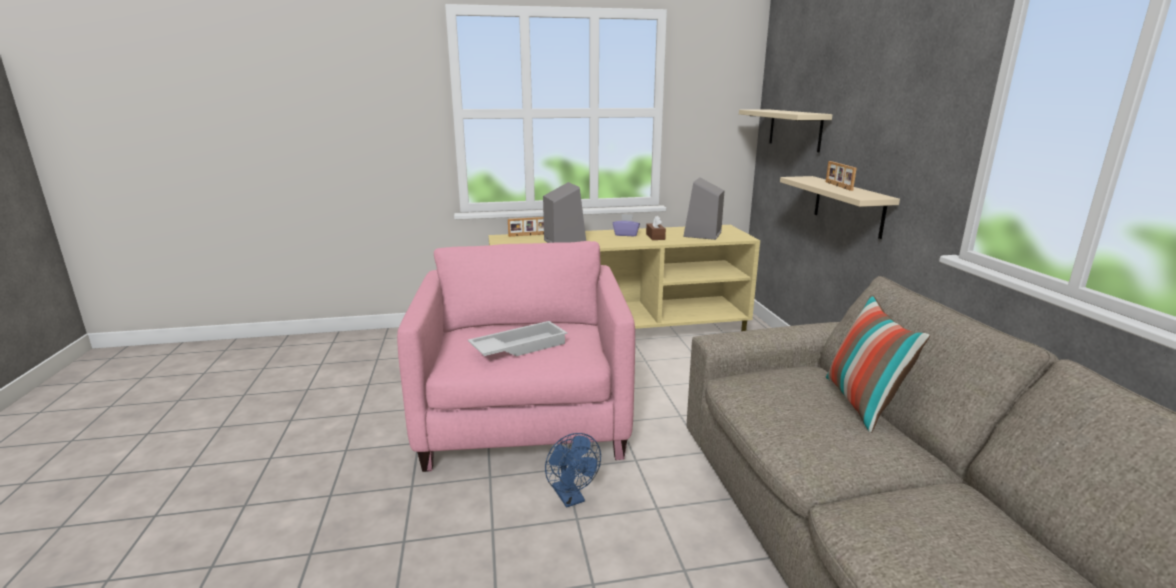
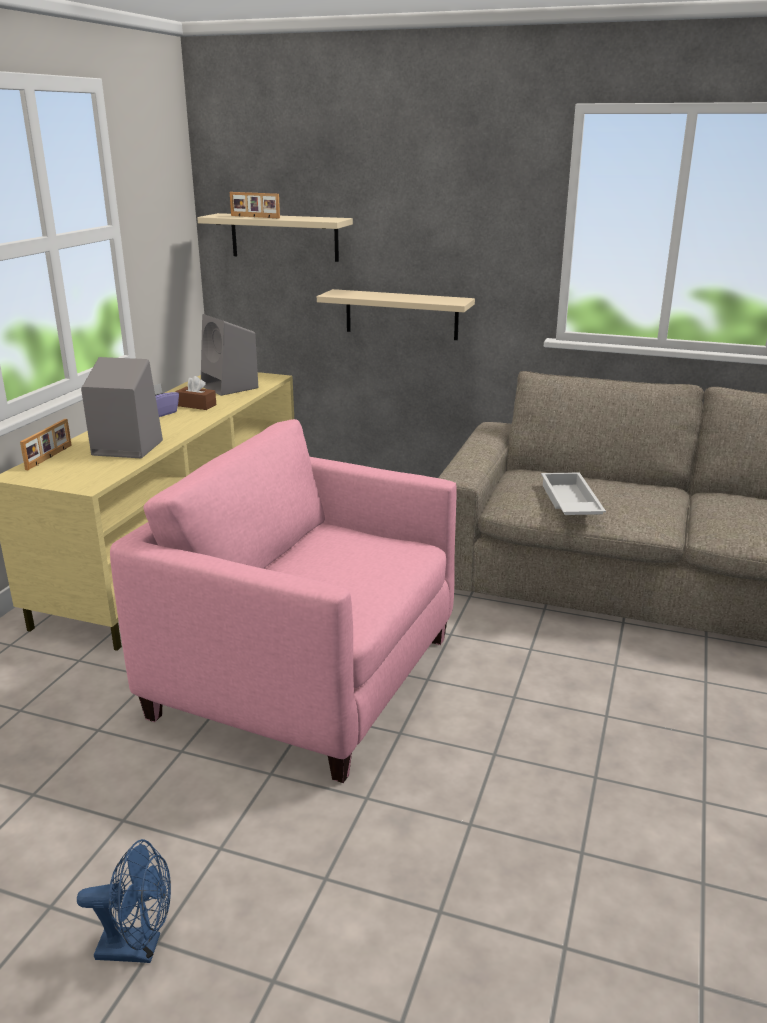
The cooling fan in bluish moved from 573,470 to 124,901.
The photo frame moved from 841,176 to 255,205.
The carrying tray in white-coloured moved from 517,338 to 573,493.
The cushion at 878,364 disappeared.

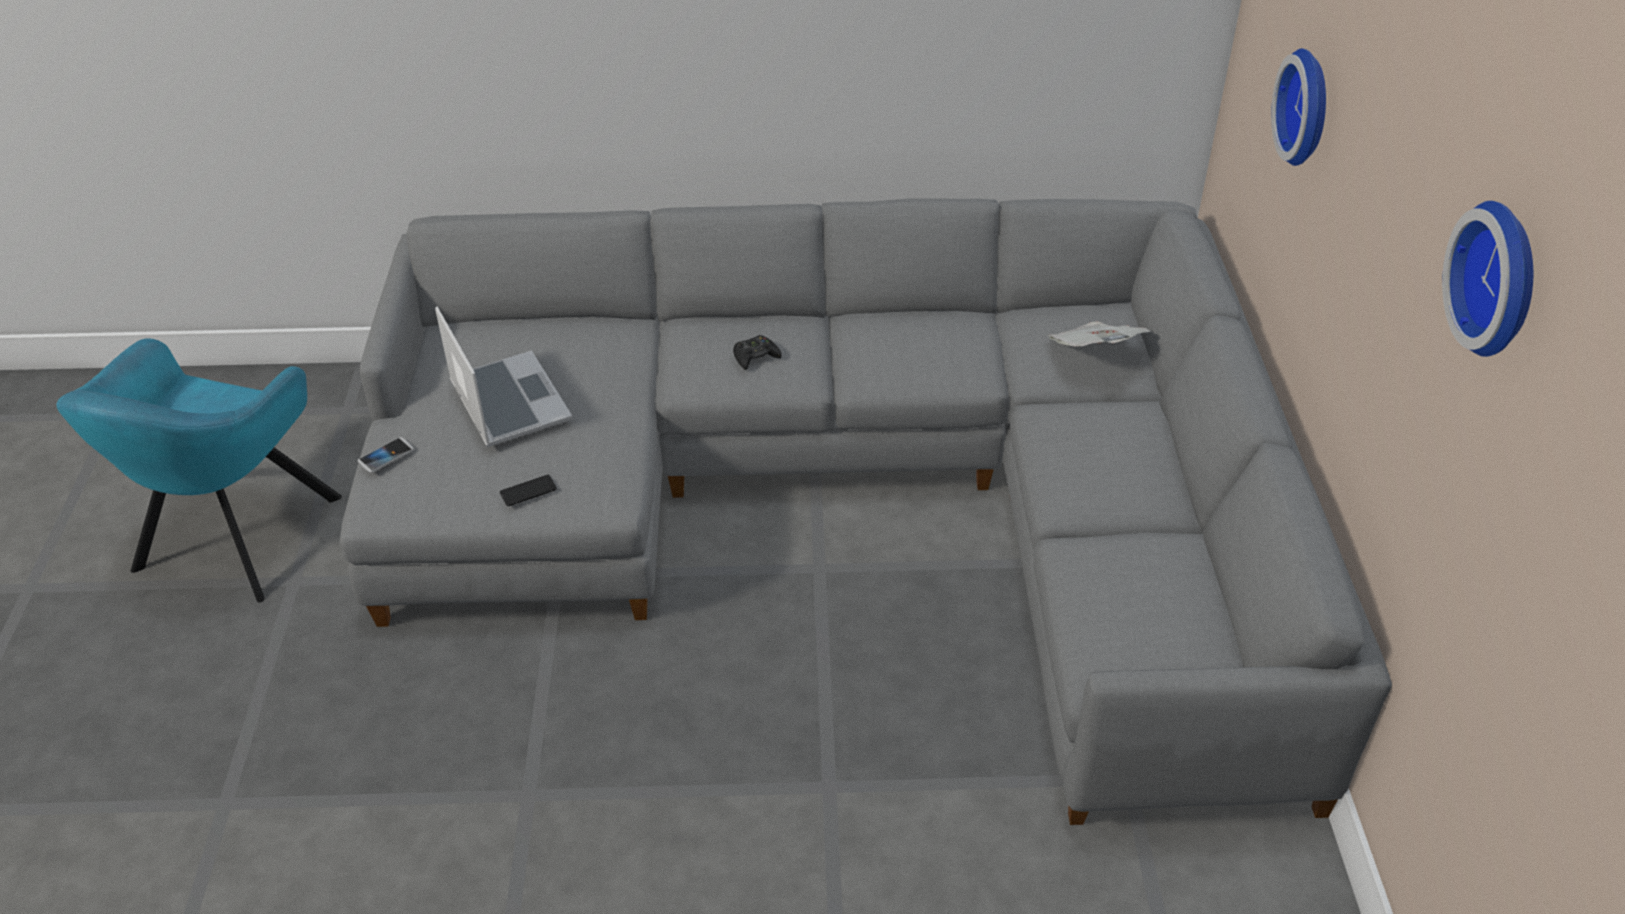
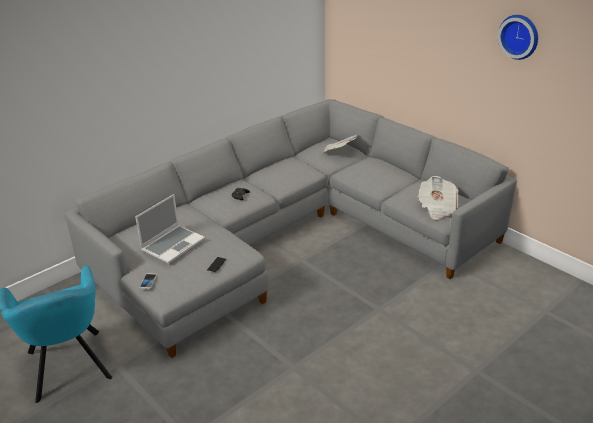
The portable computer at 504,376 turned 105 degrees clockwise.
The newspaper at 438,198 appeared.
The hanging clock at 1298,107 disappeared.

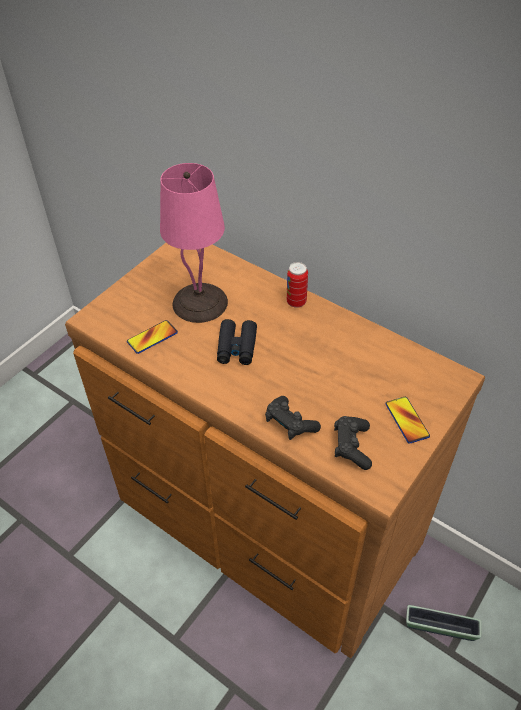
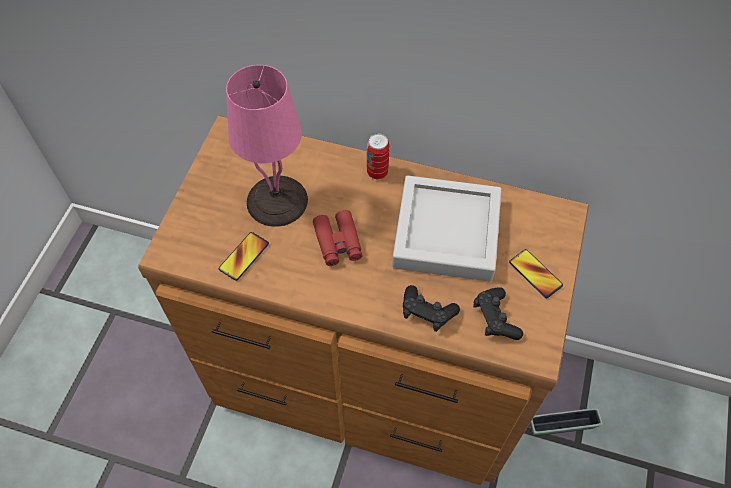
The binoculars in blackish at 237,342 became the binoculars in reddish at 338,238.
The carrying tray in greyish at 447,228 appeared.

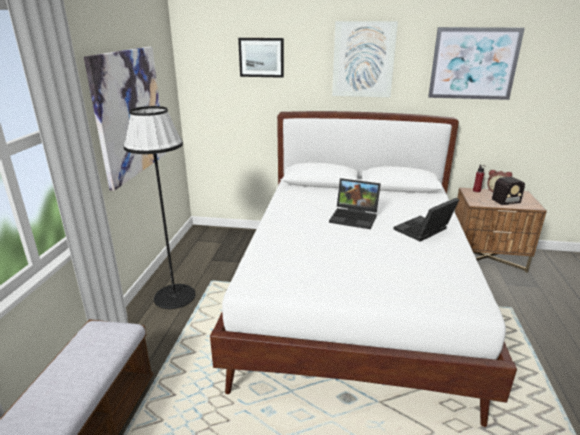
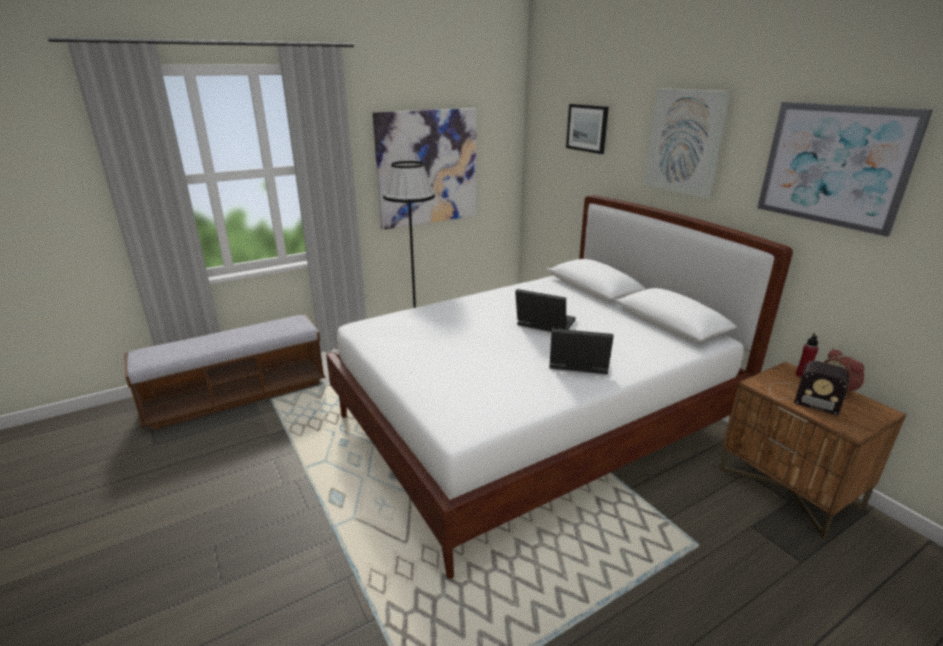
The portable computer at 355,203 turned 135 degrees clockwise.

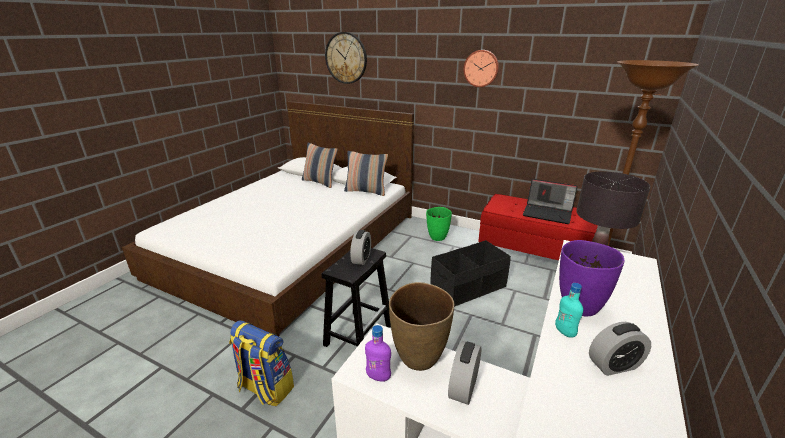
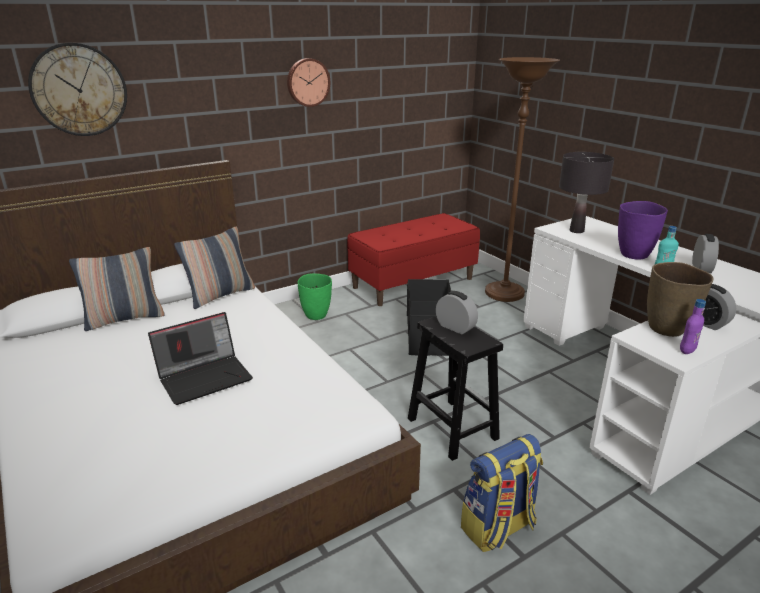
The portable computer moved from 550,201 to 200,358.

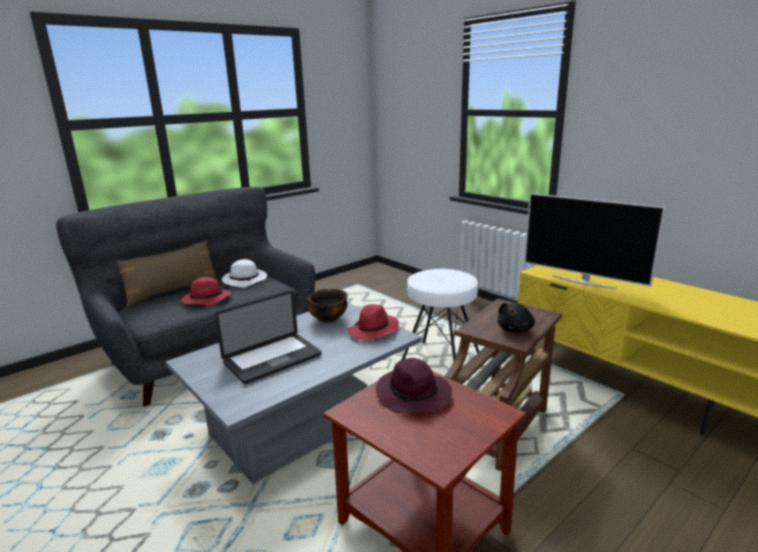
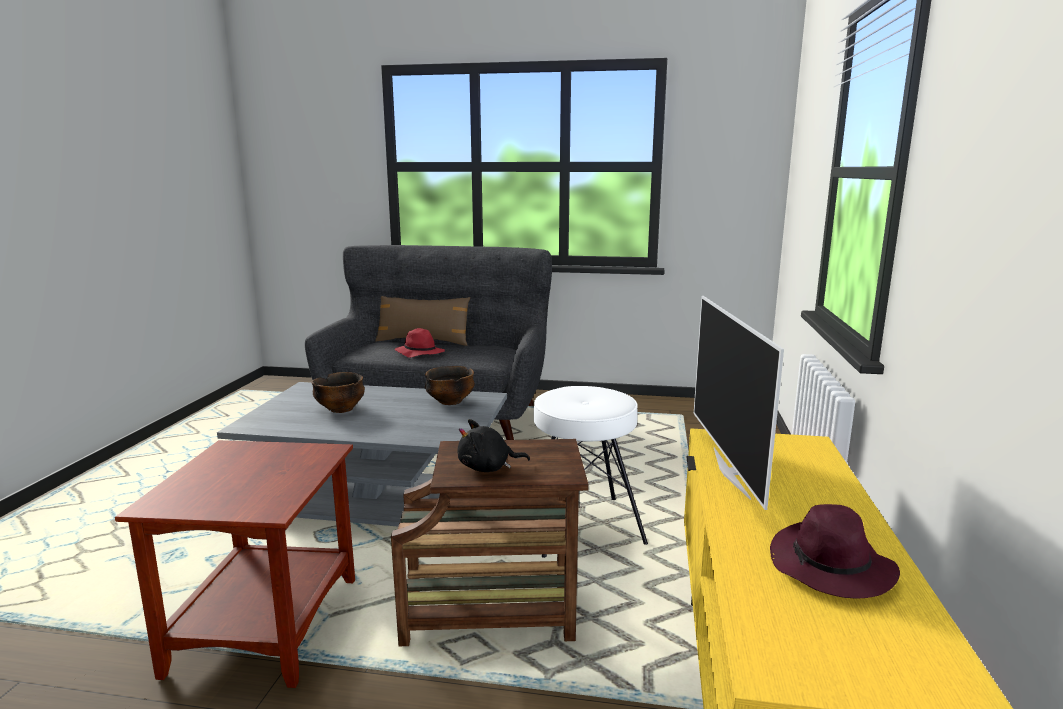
The portable computer at 268,337 was replaced by the deep dish at 338,392.
The hat in purple moved from 414,386 to 835,551.
The hat in white-coloured at 244,273 disappeared.
The hat in reddish at 373,322 disappeared.

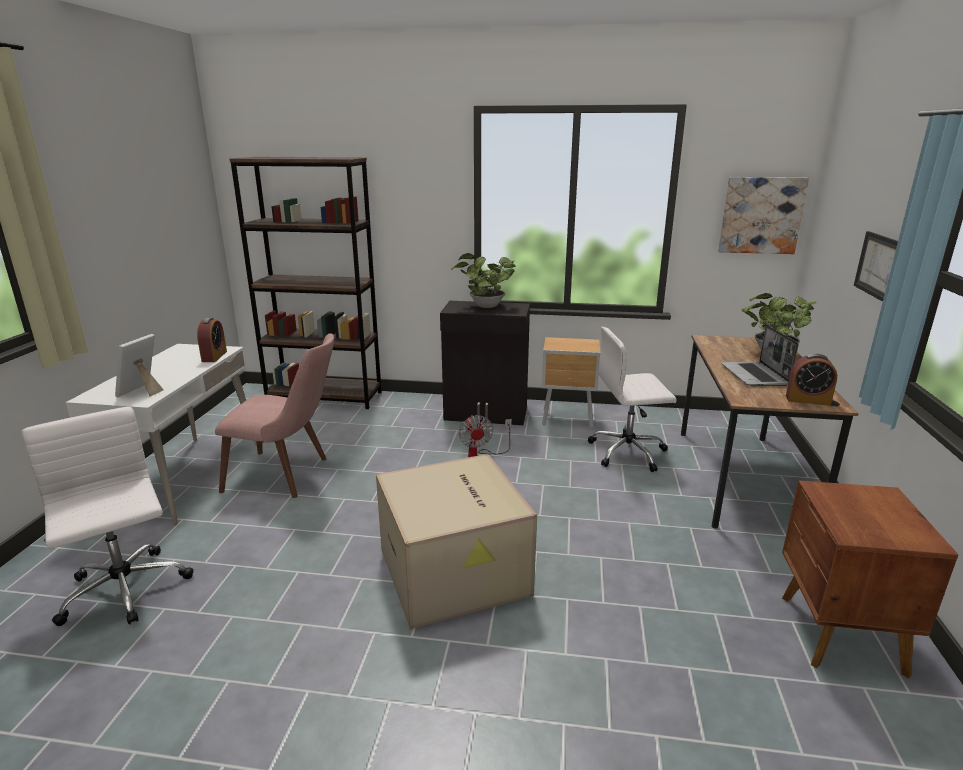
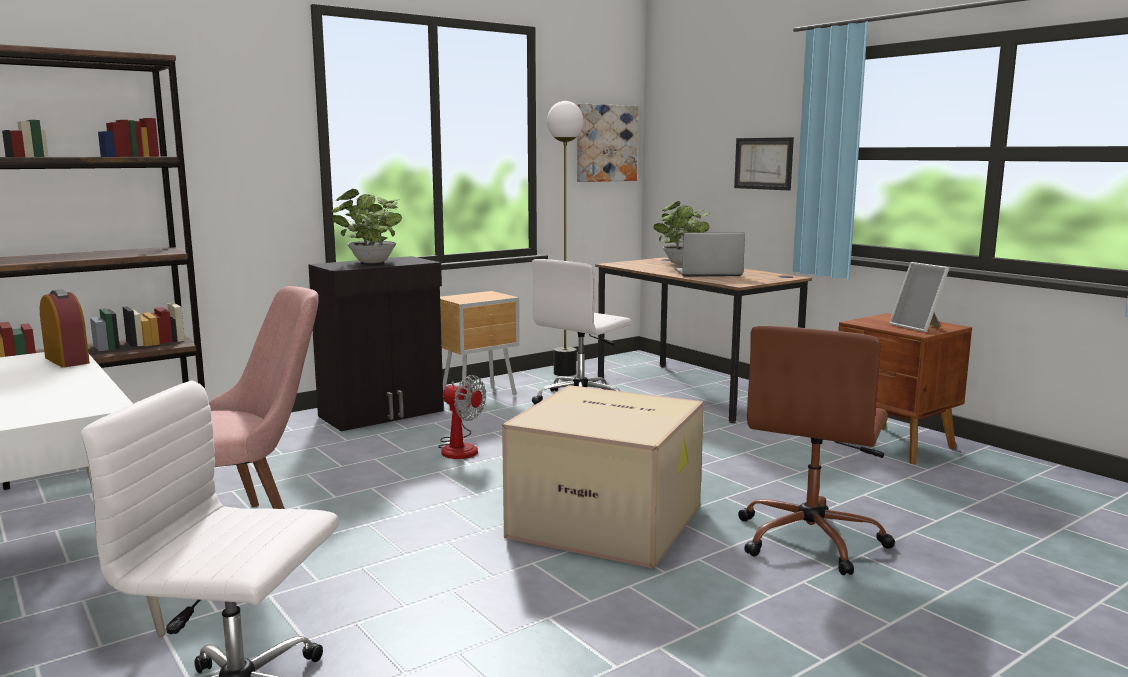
The floor lamp at 565,238 appeared.
The portable computer at 760,355 turned 135 degrees clockwise.
The computer chair in brown at 816,450 appeared.
The photo frame moved from 139,365 to 919,297.
The bedside clock at 811,380 disappeared.

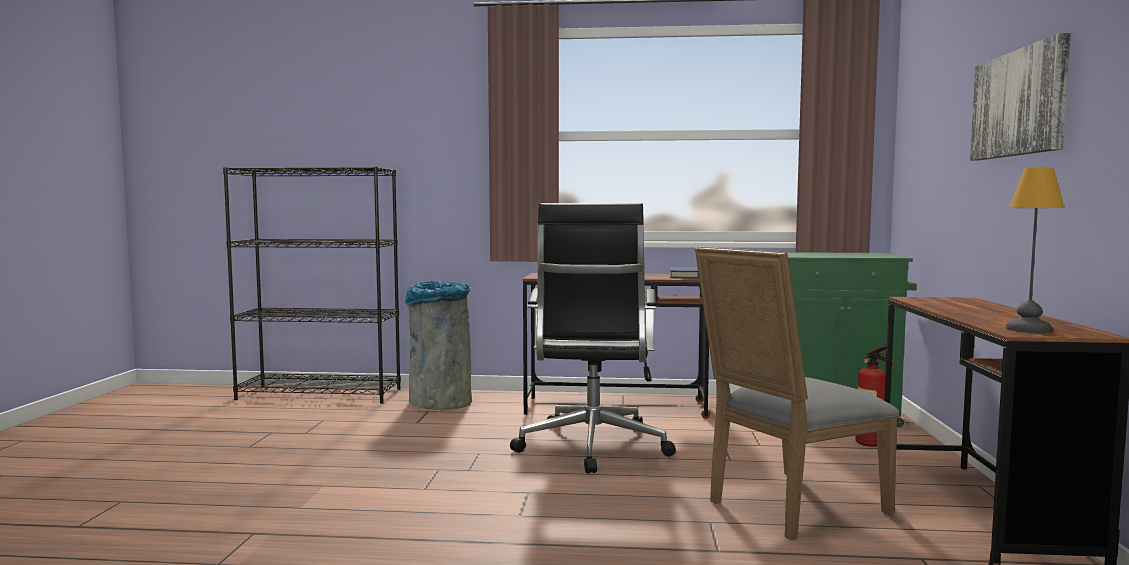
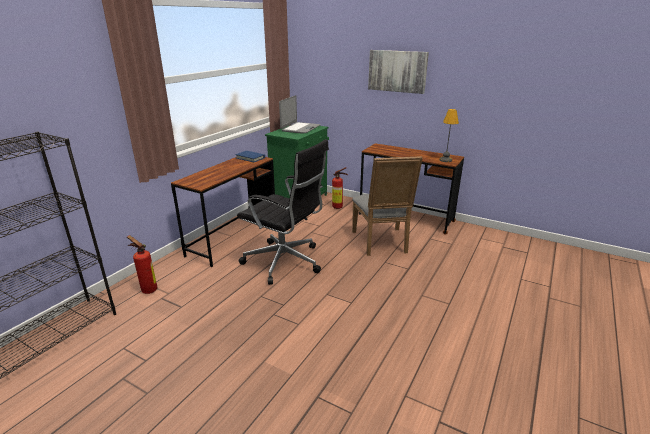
The waste bin in greyish at 438,345 was replaced by the extinguisher at 142,264.
The portable computer at 300,114 appeared.

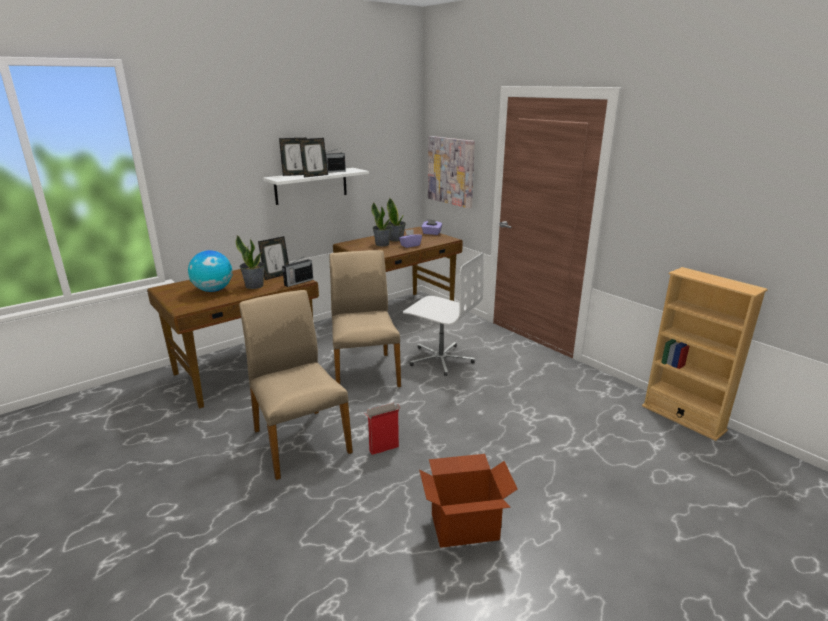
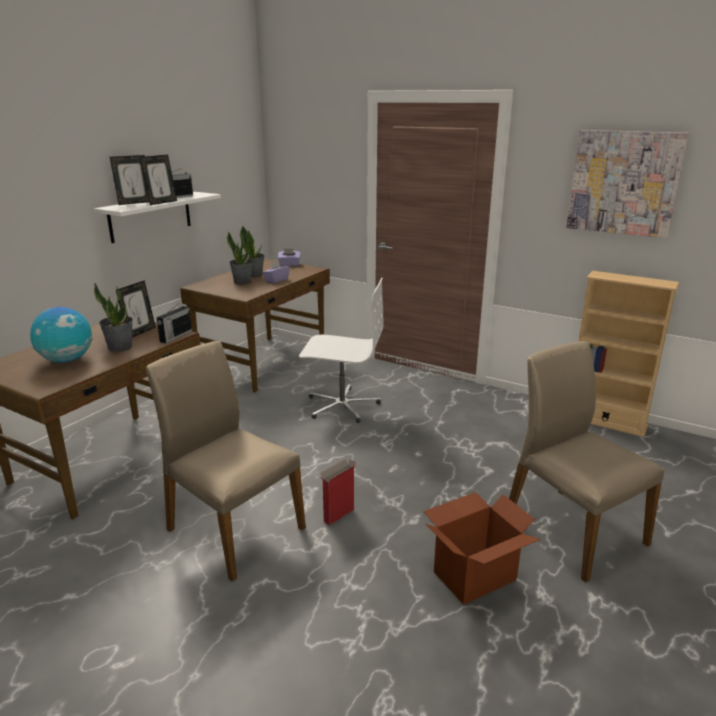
The chair in beige-coloured moved from 365,318 to 586,462.
The wall art moved from 451,172 to 627,184.

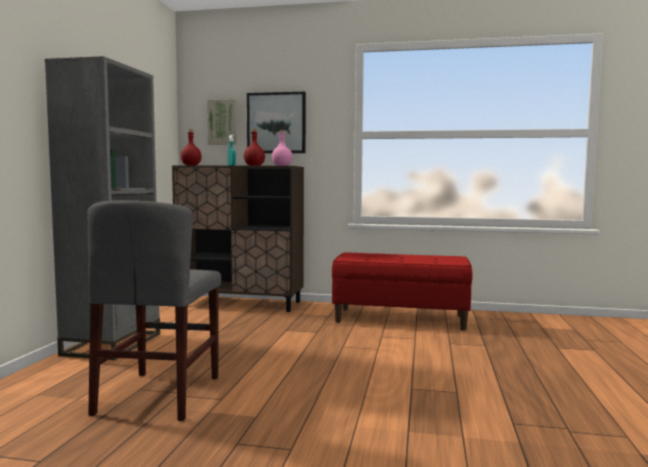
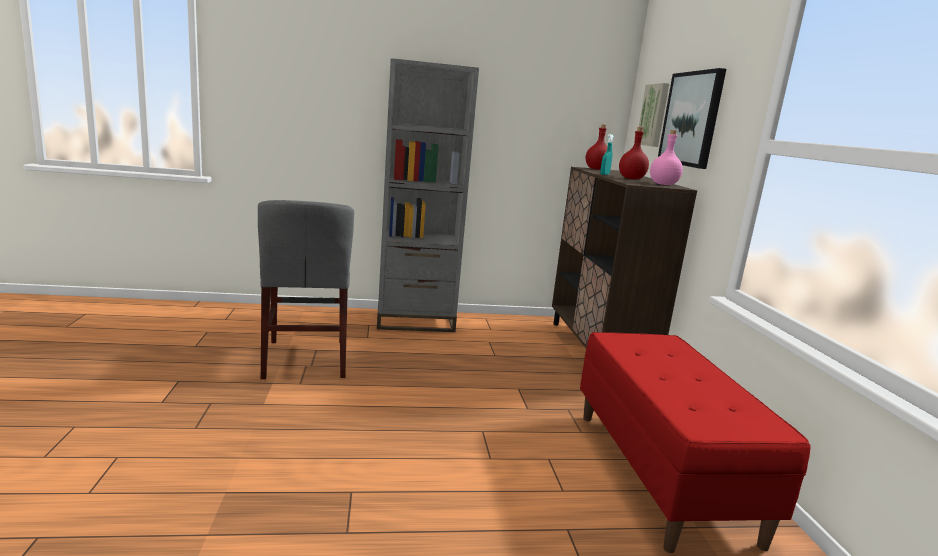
The chair in greyish at 154,310 turned 90 degrees counterclockwise.

